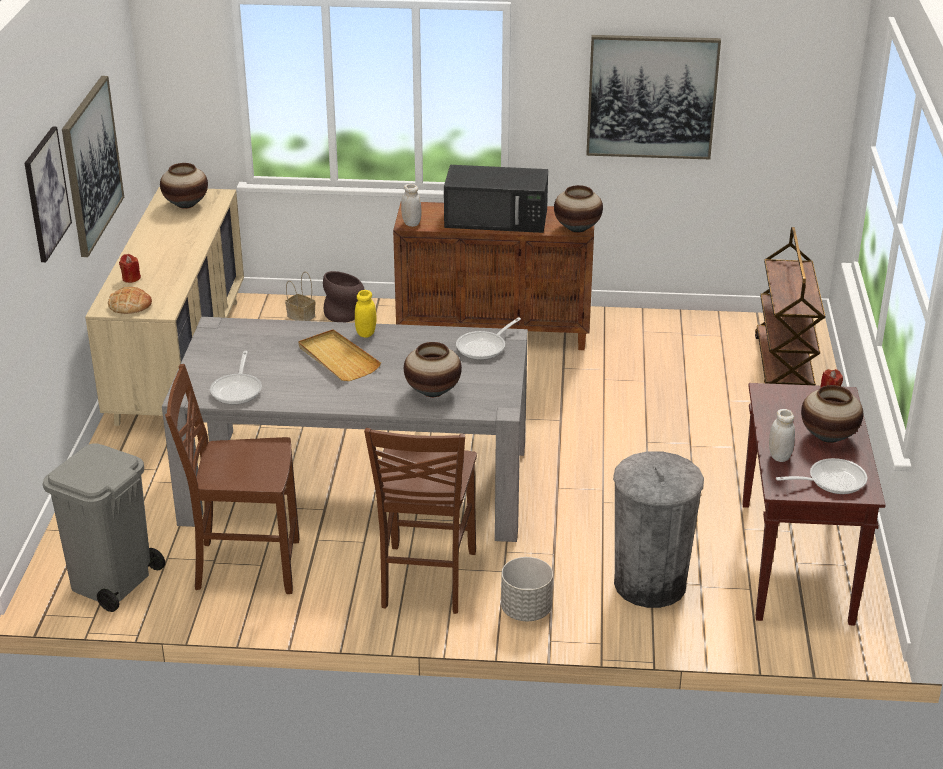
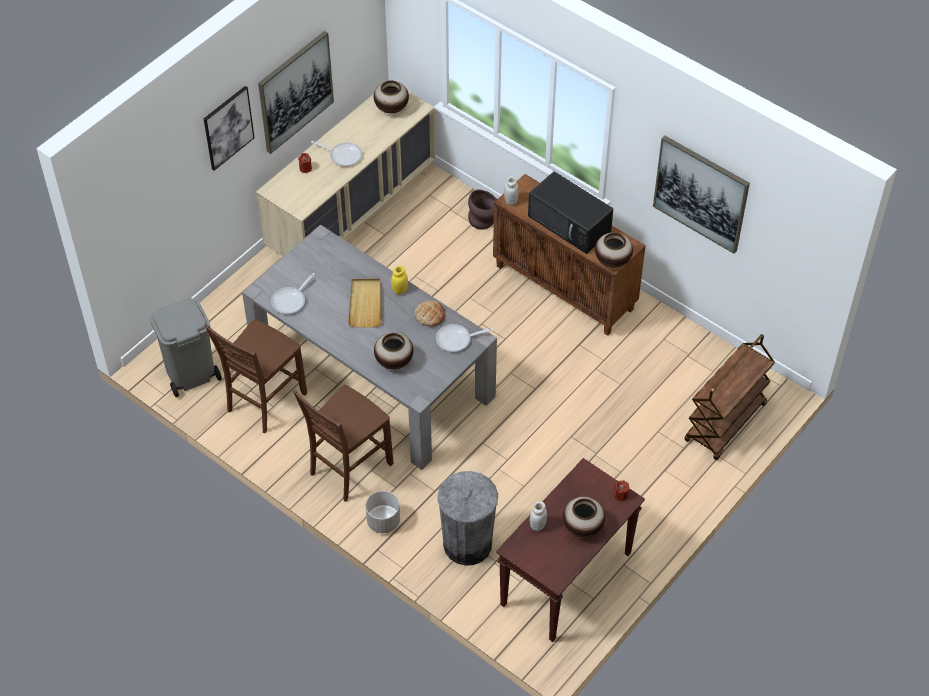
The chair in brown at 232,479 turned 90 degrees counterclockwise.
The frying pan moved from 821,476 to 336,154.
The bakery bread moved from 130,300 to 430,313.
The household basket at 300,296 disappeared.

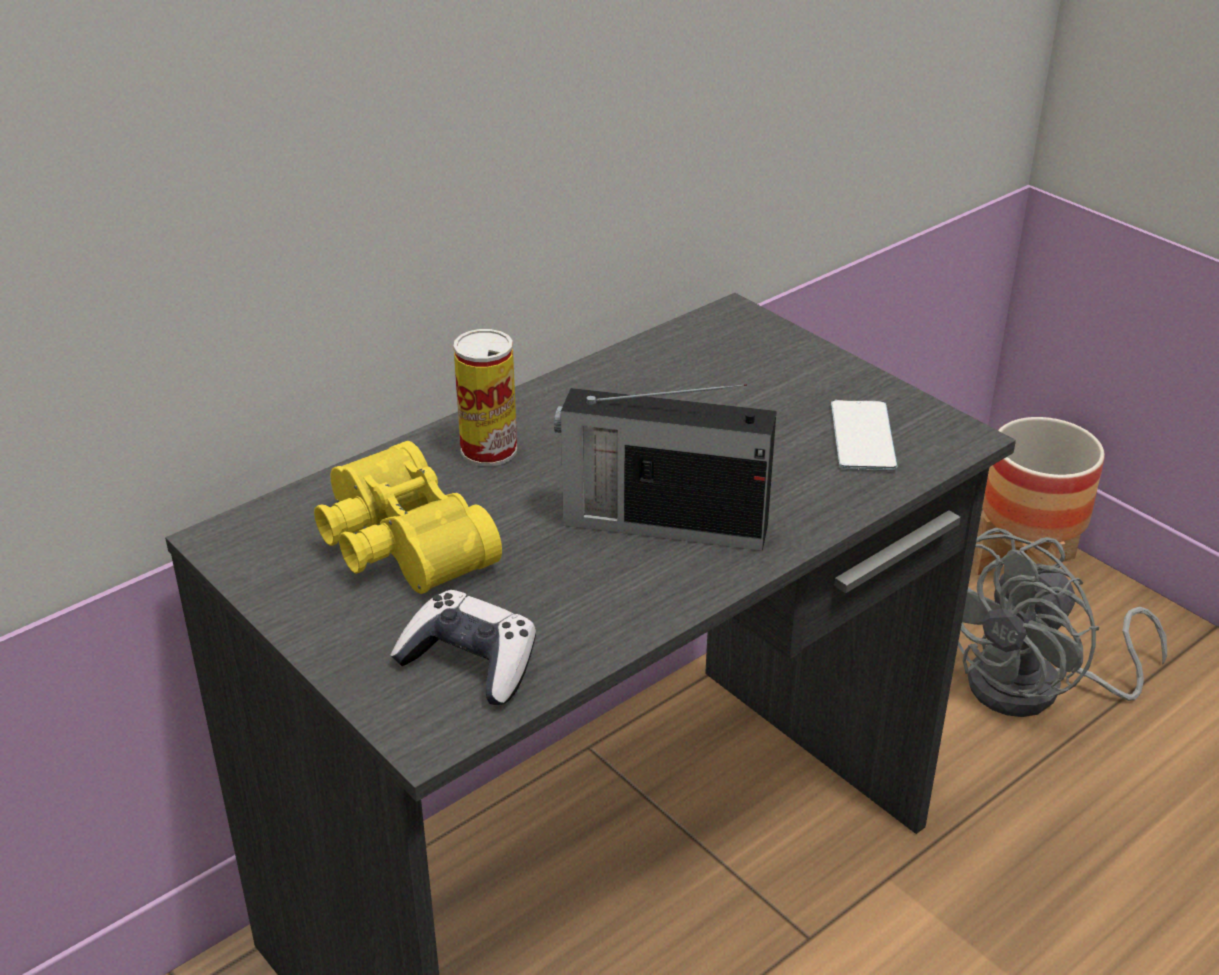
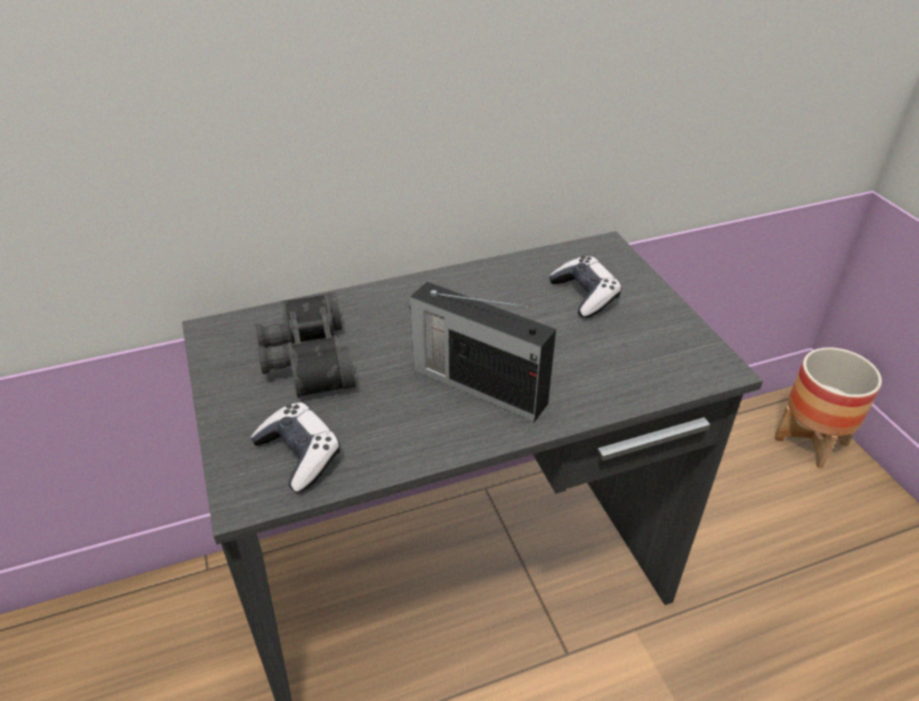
The binoculars in yellow at 408,517 became the binoculars in blackish at 306,345.
The game controller at 585,287 appeared.
The can at 485,397 disappeared.
The telephone at 864,435 disappeared.
The cooling fan in greyish at 1062,622 disappeared.

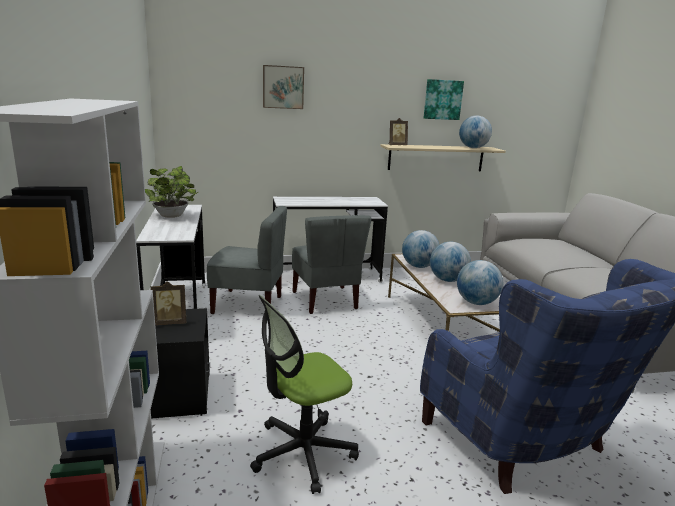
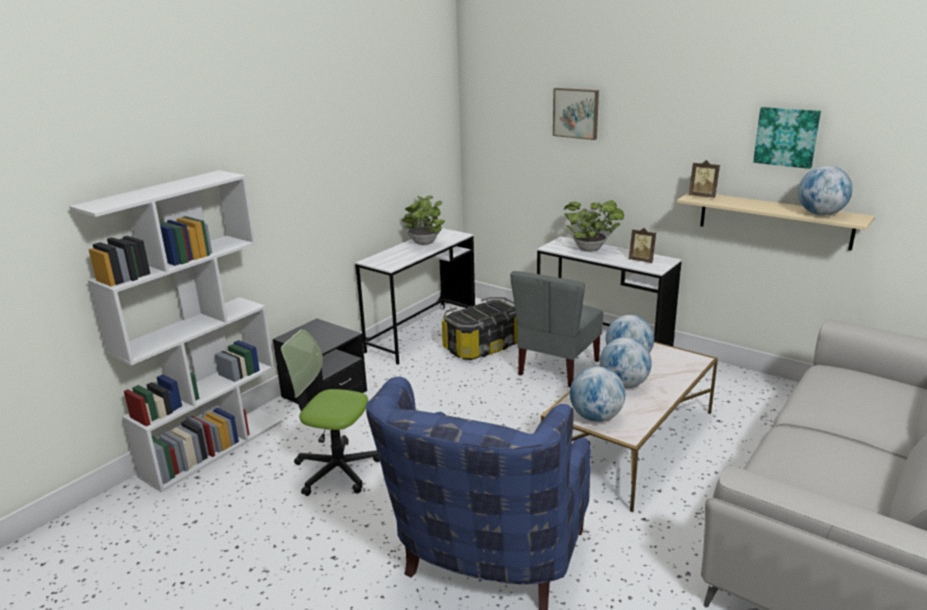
The chair in greyish at 247,260 was replaced by the storage container at 480,328.
The houseplant at 594,226 appeared.
The photo frame moved from 168,303 to 642,245.

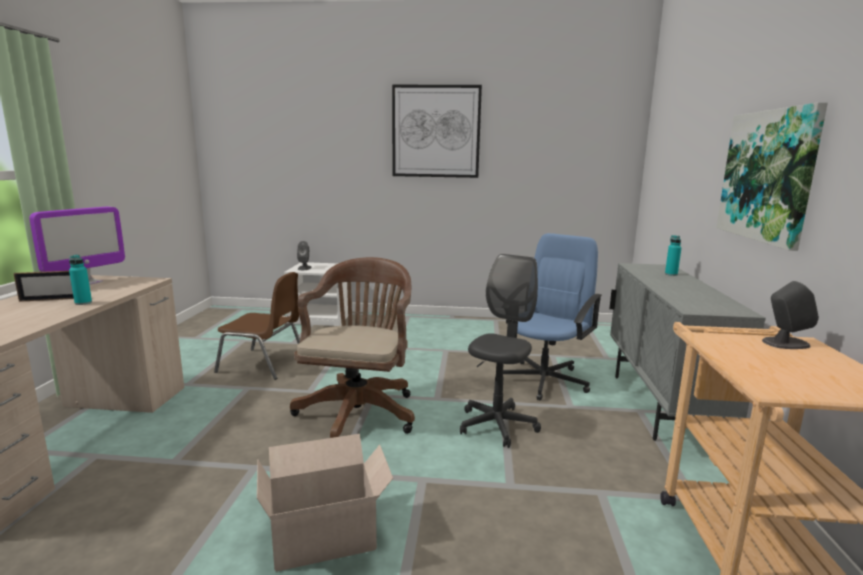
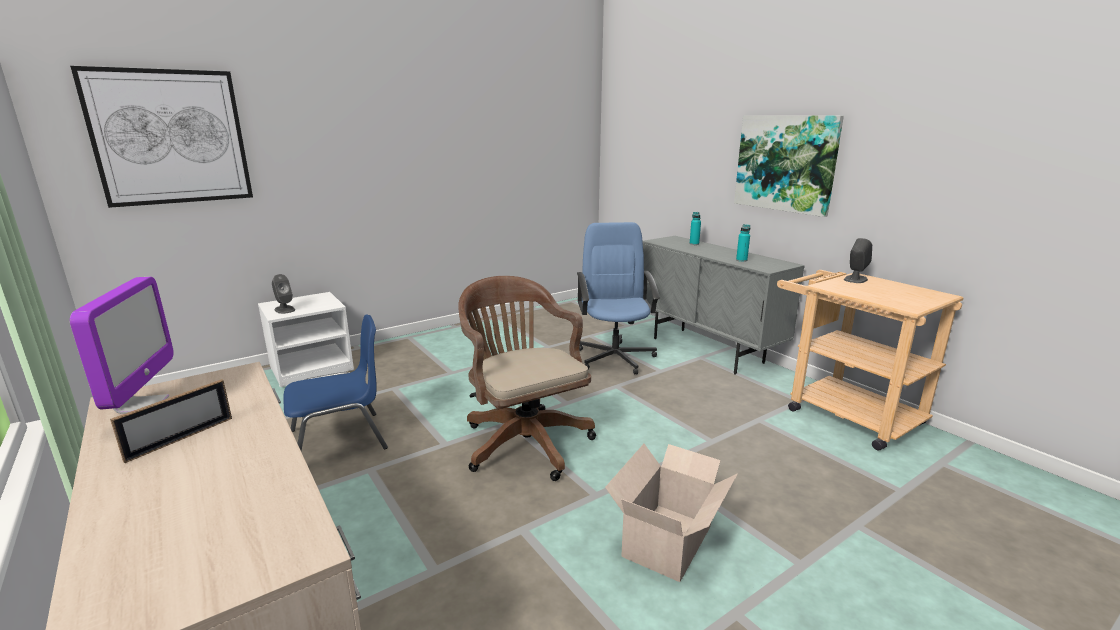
The wall art moved from 437,131 to 161,137.
The chair in brown at 257,326 became the chair in bluish at 335,382.
The drink bottle in blue-green moved from 80,280 to 743,243.
The computer chair in greyish at 500,351 disappeared.

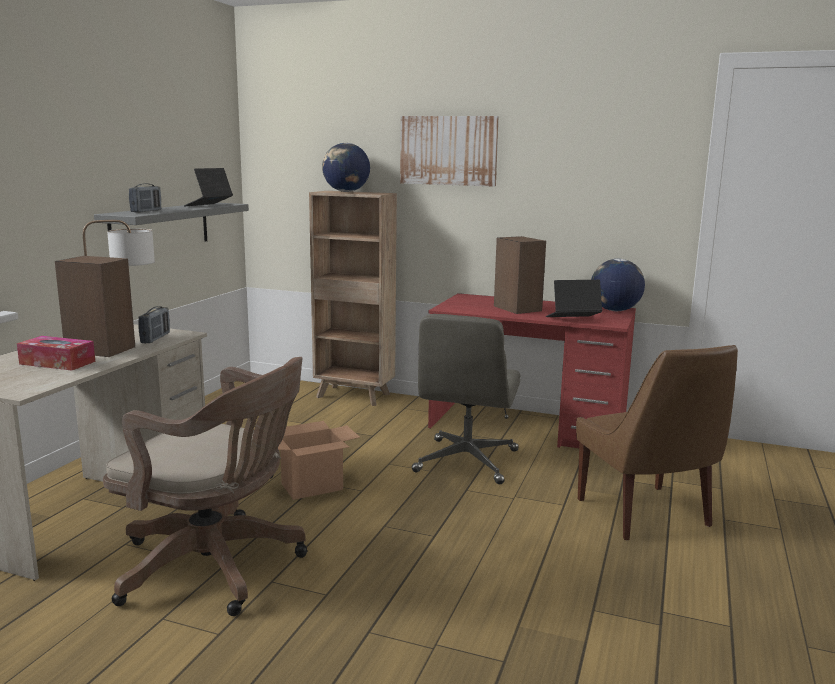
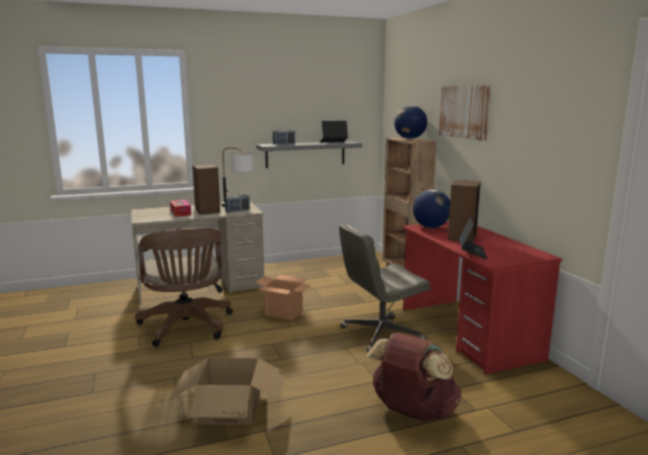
The carton at 227,391 appeared.
The chair in brown at 657,442 was replaced by the knapsack in brown at 414,377.
The world globe moved from 618,285 to 431,208.
The portable computer at 574,298 turned 60 degrees clockwise.

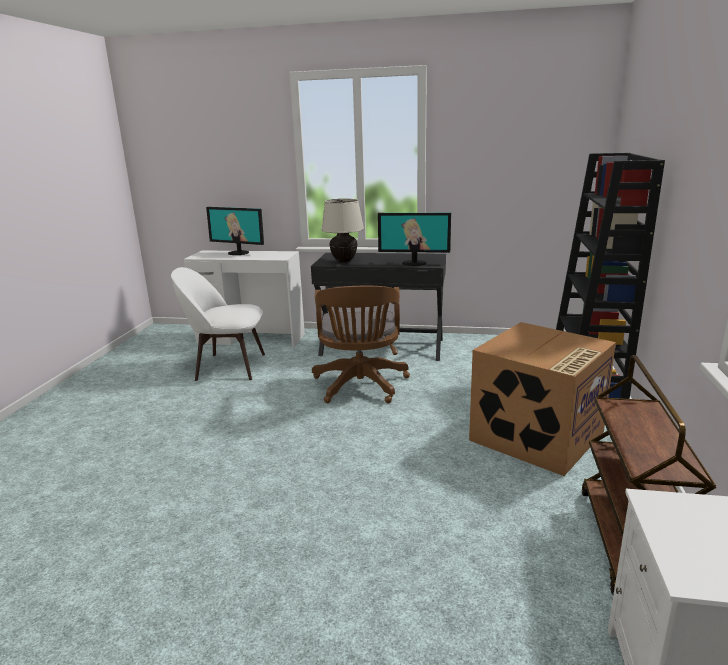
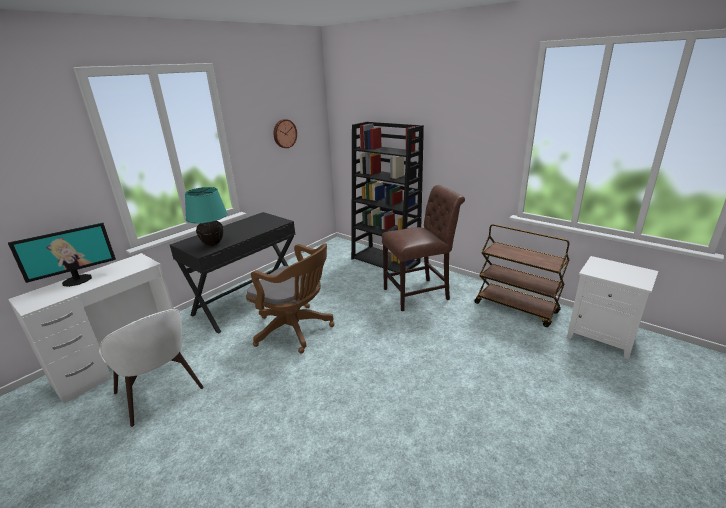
The chair in white-coloured at 218,324 turned 75 degrees counterclockwise.
The tabletop lamp in beige-coloured at 342,231 became the tabletop lamp in blue-green at 206,216.
The hanging clock at 285,133 appeared.
The carton at 542,399 was replaced by the chair in brown at 423,248.
The monitor at 414,239 disappeared.

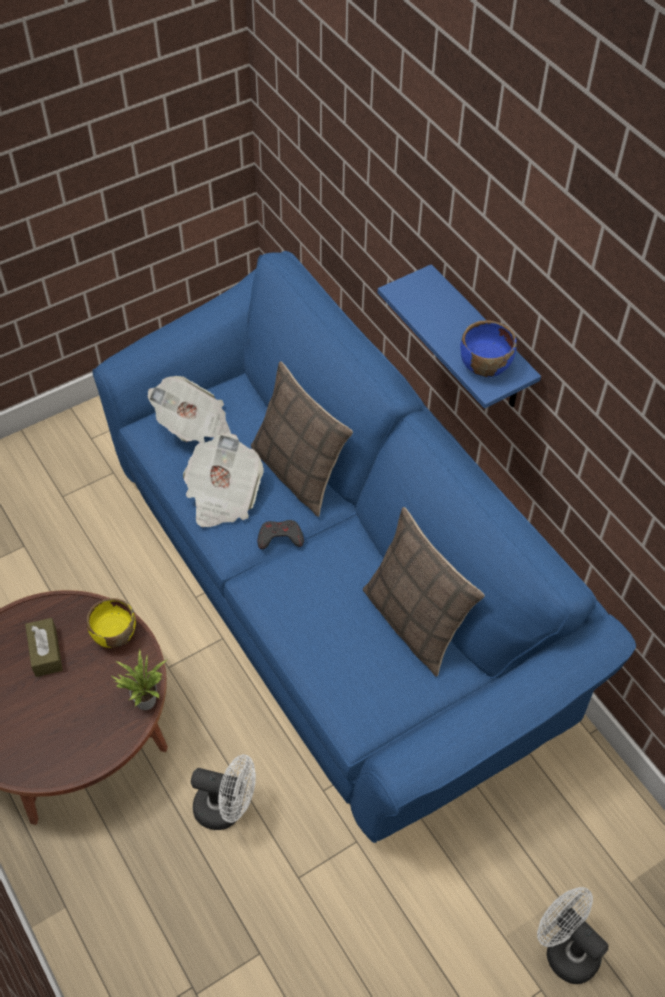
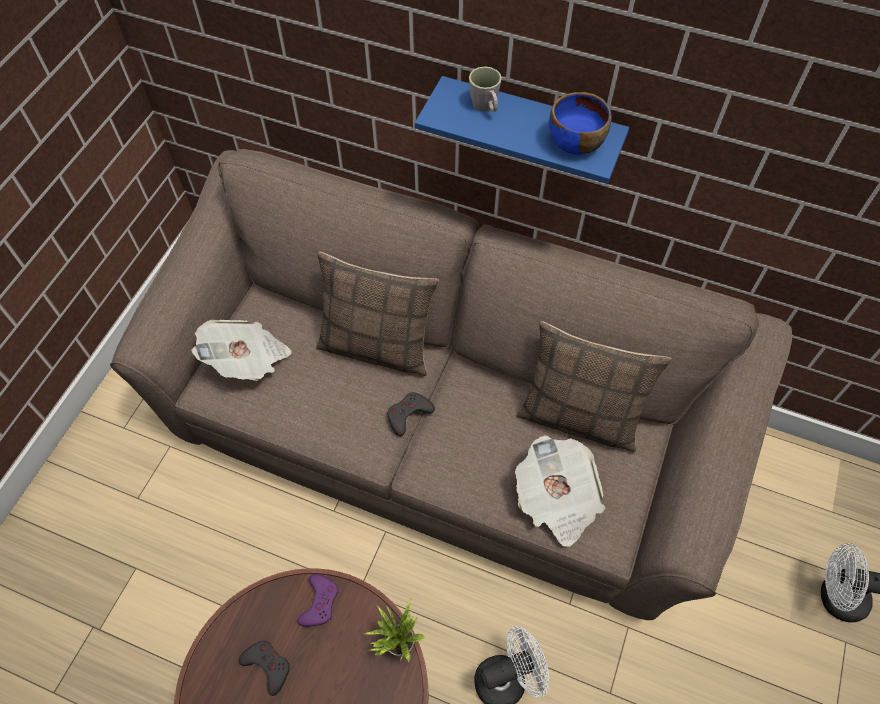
The settee in bluish at 364,547 became the settee in brown at 451,384.
The tissue box in brown at 44,647 was replaced by the game controller in greyish at 264,668.
The deep dish in yellow at 111,623 was replaced by the game controller in purple at 318,600.
The mug in greyish at 485,89 appeared.
The newspaper moved from 223,480 to 560,491.

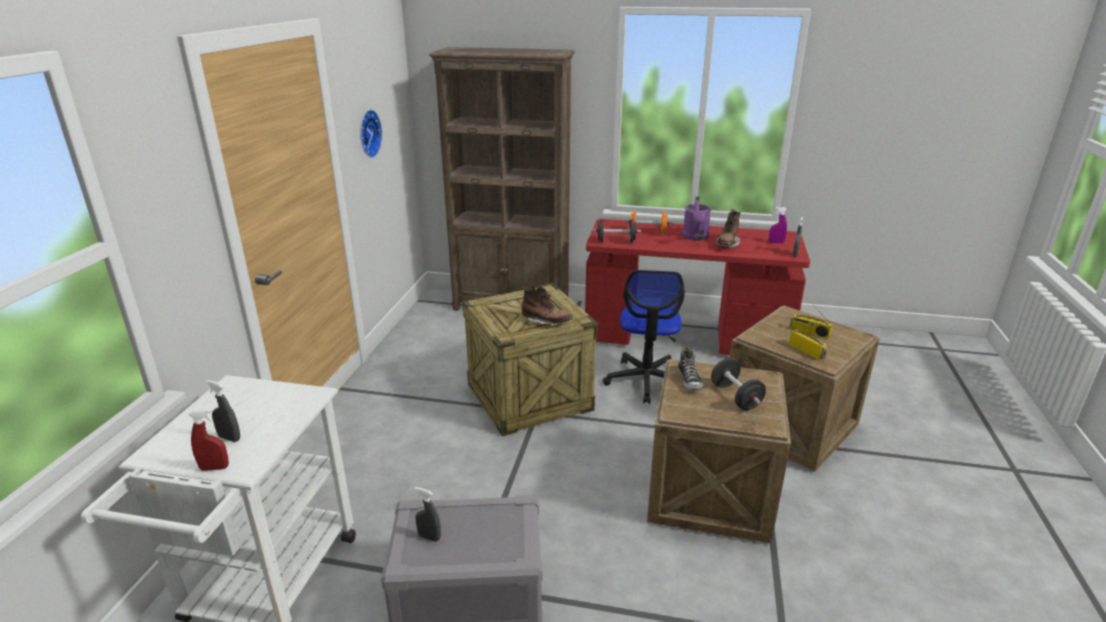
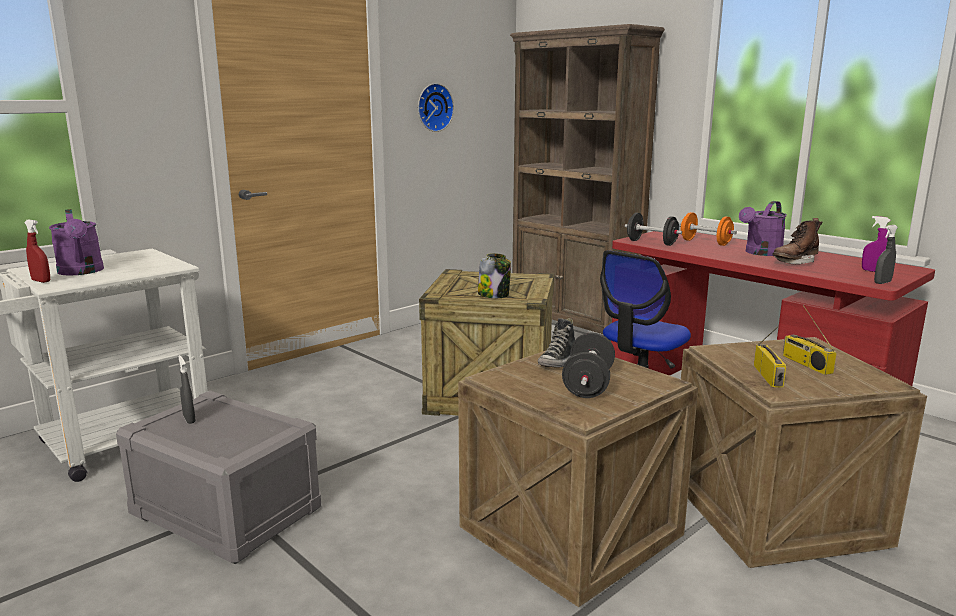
The sprayer in greyish at 223,411 was replaced by the watering pot in purple at 76,242.
The boot in brown at 546,305 was replaced by the storage jar at 494,275.

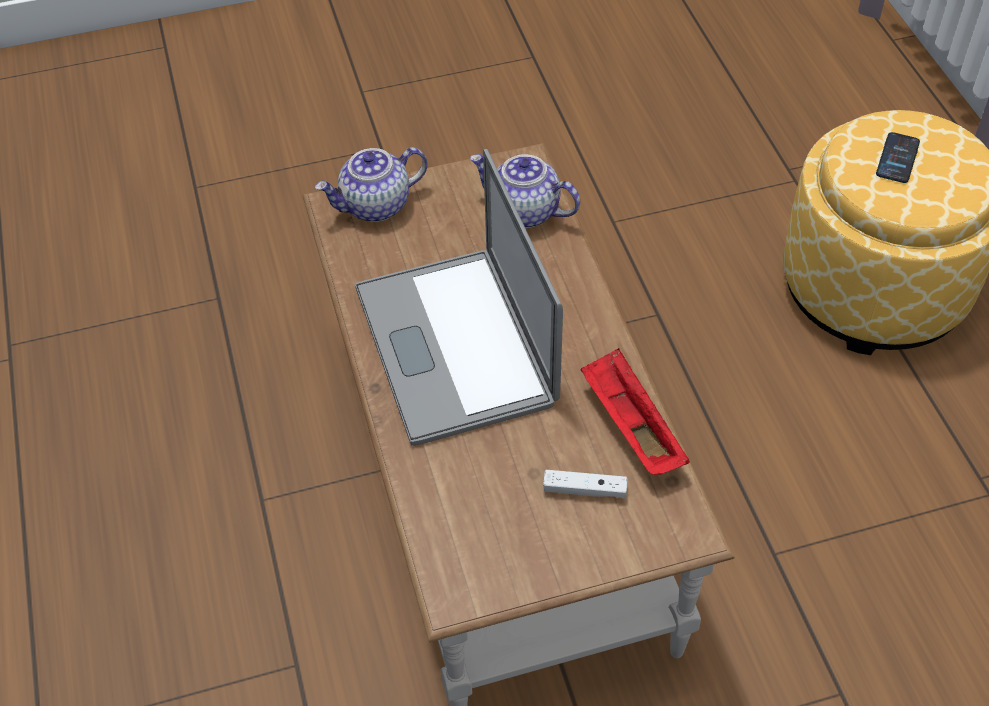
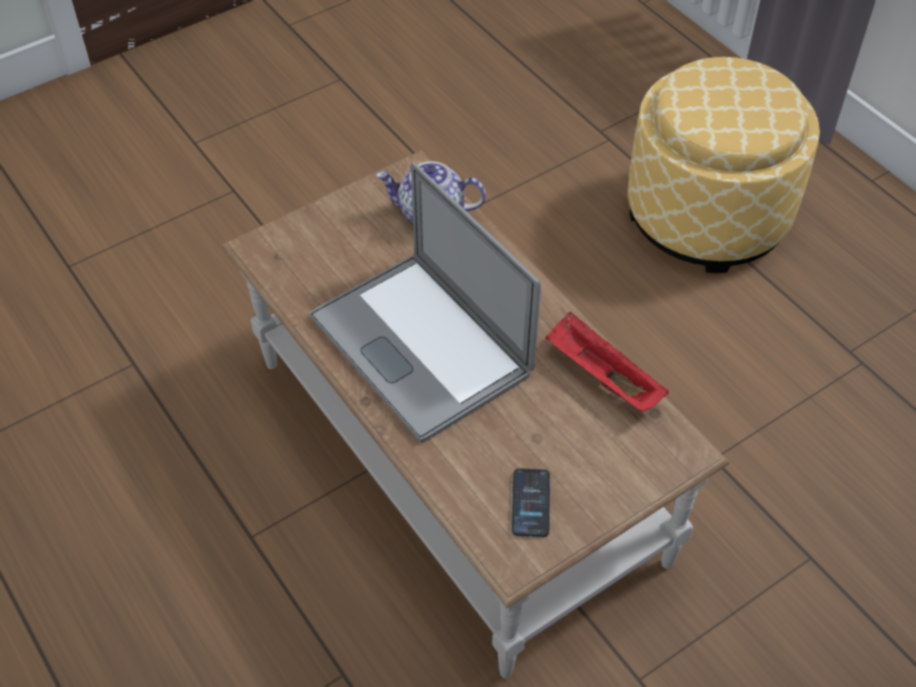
The telephone moved from 898,157 to 531,502.
The teapot at 371,184 disappeared.
The game controller in white-coloured at 585,484 disappeared.

